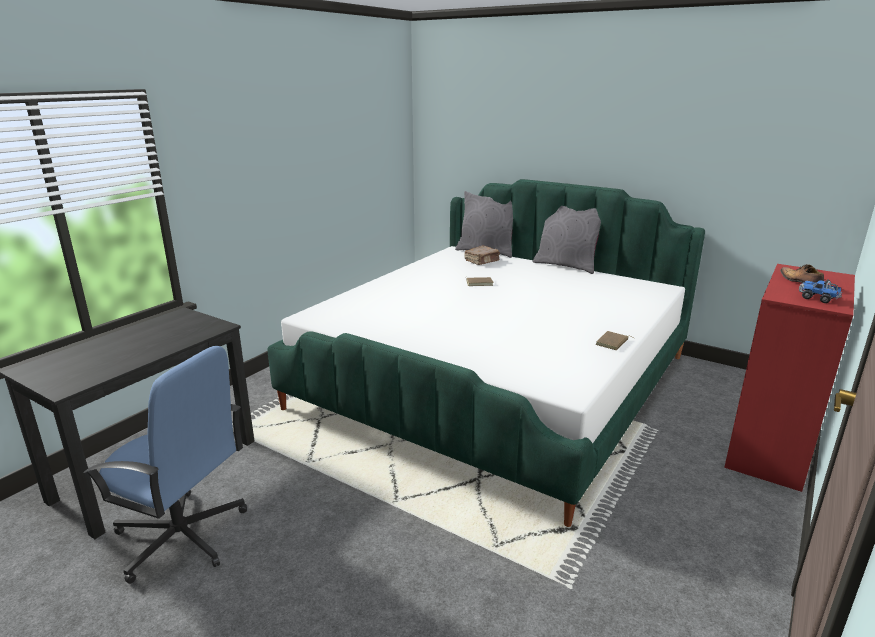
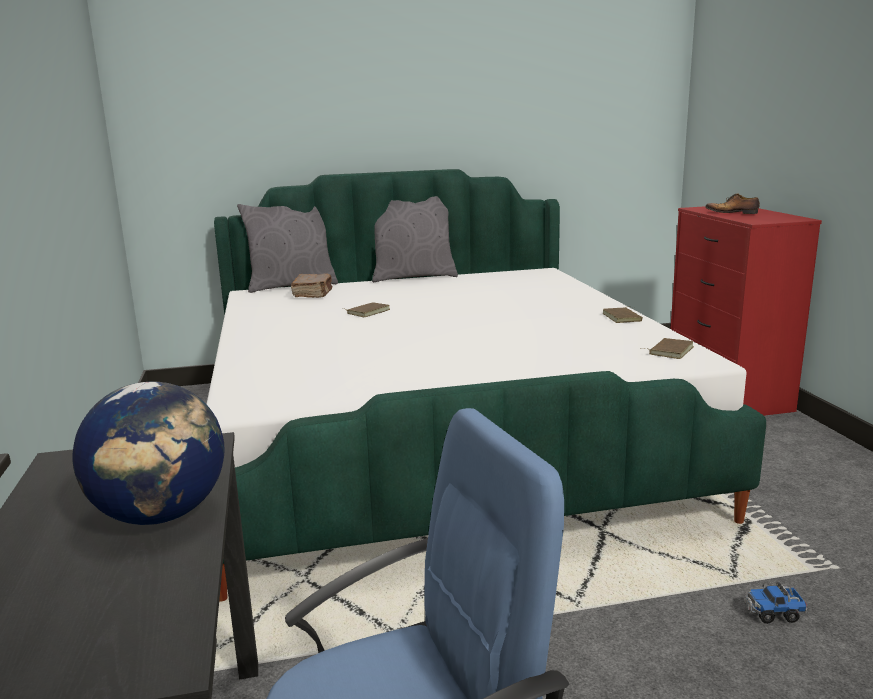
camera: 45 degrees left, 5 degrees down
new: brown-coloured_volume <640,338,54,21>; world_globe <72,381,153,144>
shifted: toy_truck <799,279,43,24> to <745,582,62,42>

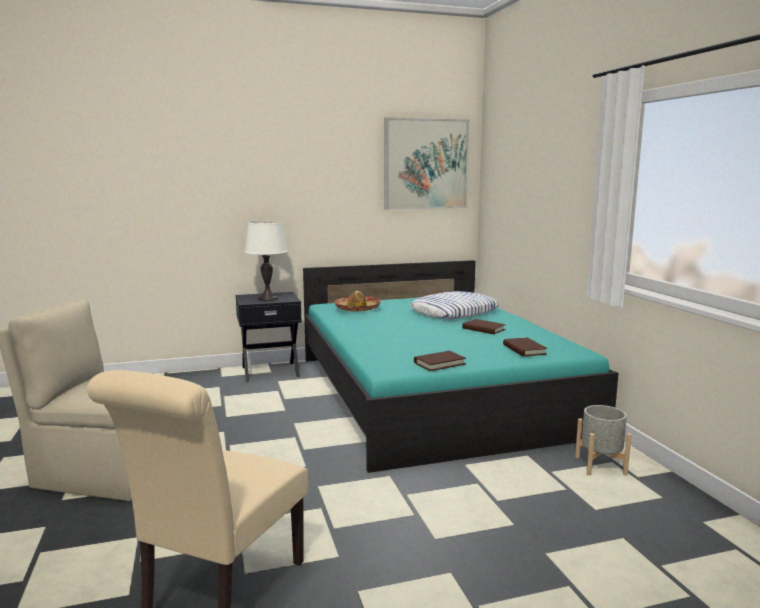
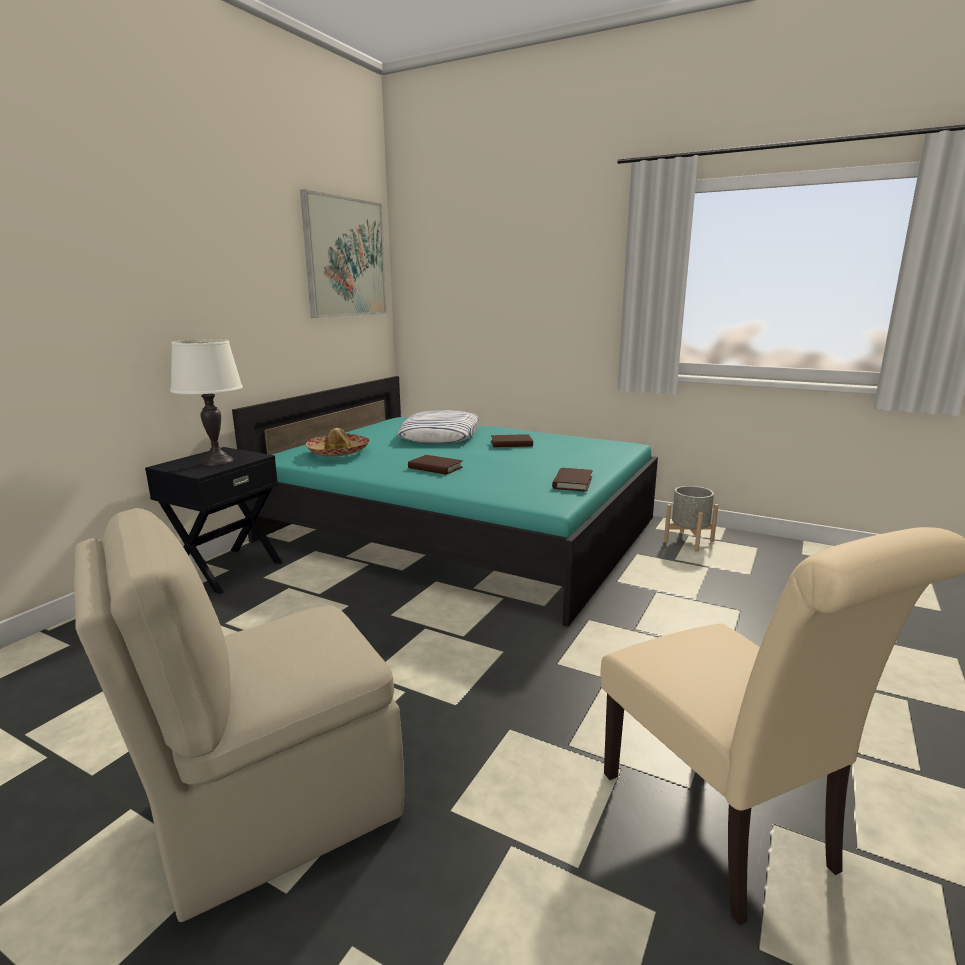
camera: 45 degrees left, 5 degrees up
shifted: brown-coloured_volume <503,337,44,19> to <408,455,55,20>

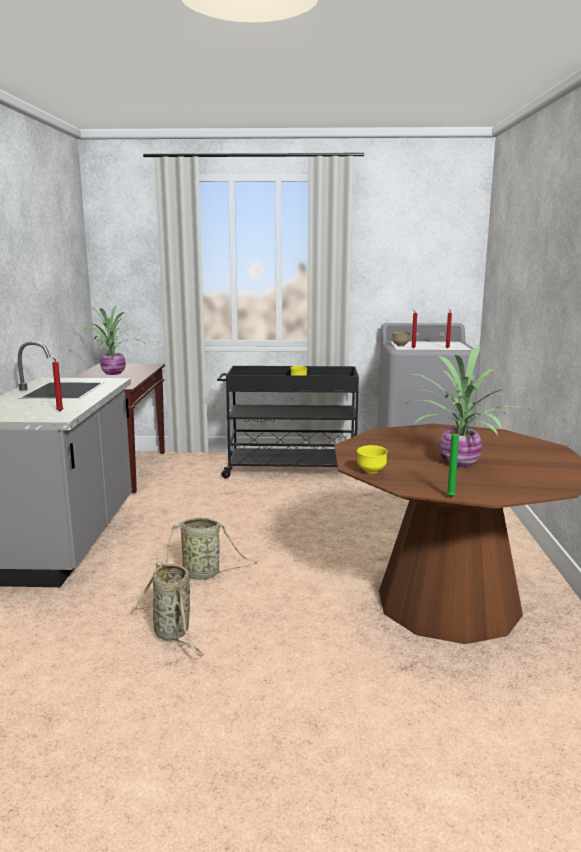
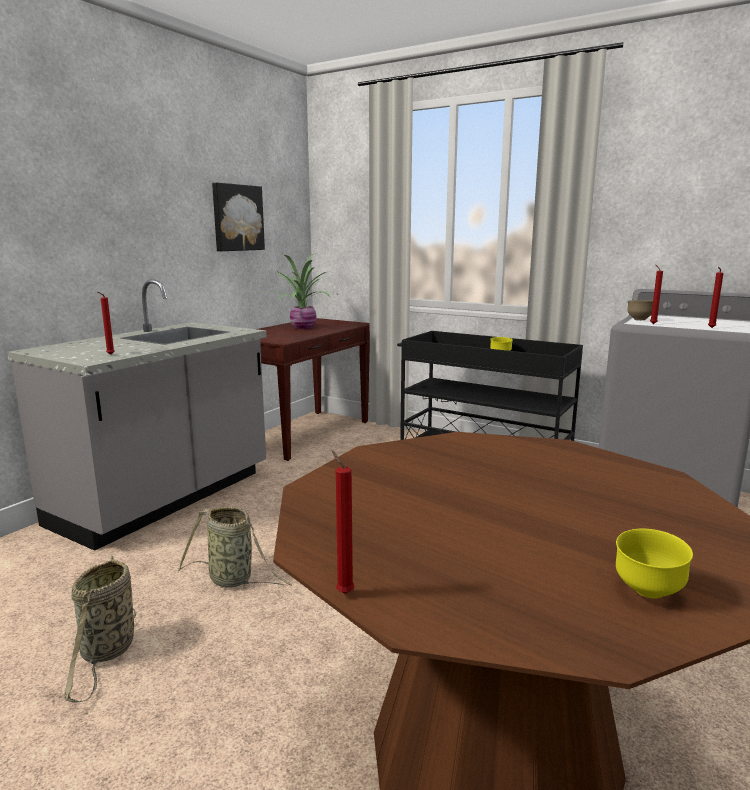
camera: 30 degrees right, 0 degrees up
gone: houseplant <406,347,125,120>
new: wall_art <212,183,53,68>
shifted: yellow-coloured_bowl <357,445,31,29> to <616,529,77,69>
repainted: green-coloured_wax_light <447,427,12,70> to red-coloured_wax_light <332,451,22,143>

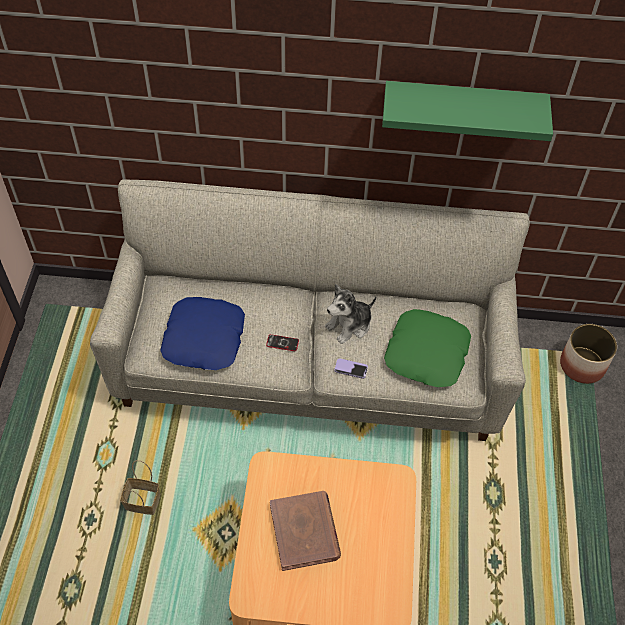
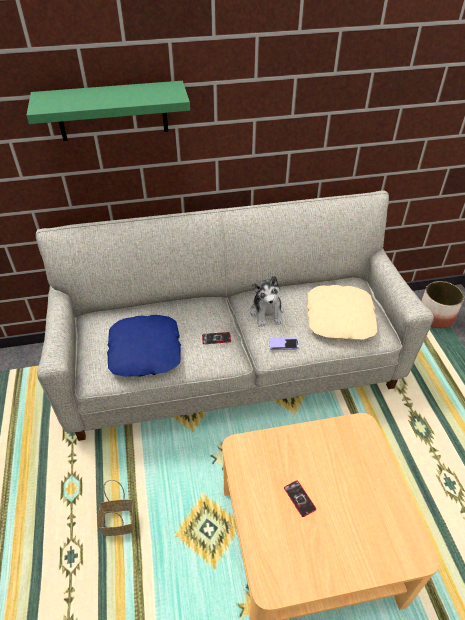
camera: 15 degrees left, 10 degrees down
shifted: green-coloured_shelf <382,81,171,60> to <26,81,164,60>
swapped: brown-coloured_volume <270,491,71,80> to phone <284,481,32,36>
repainted: green-coloured_throw_pillow <384,309,87,78> to sand-coloured_throw_pillow <307,285,70,55>
rotated: soft_toy <325,284,51,60> = <250,276,34,51> 45 degrees counterclockwise

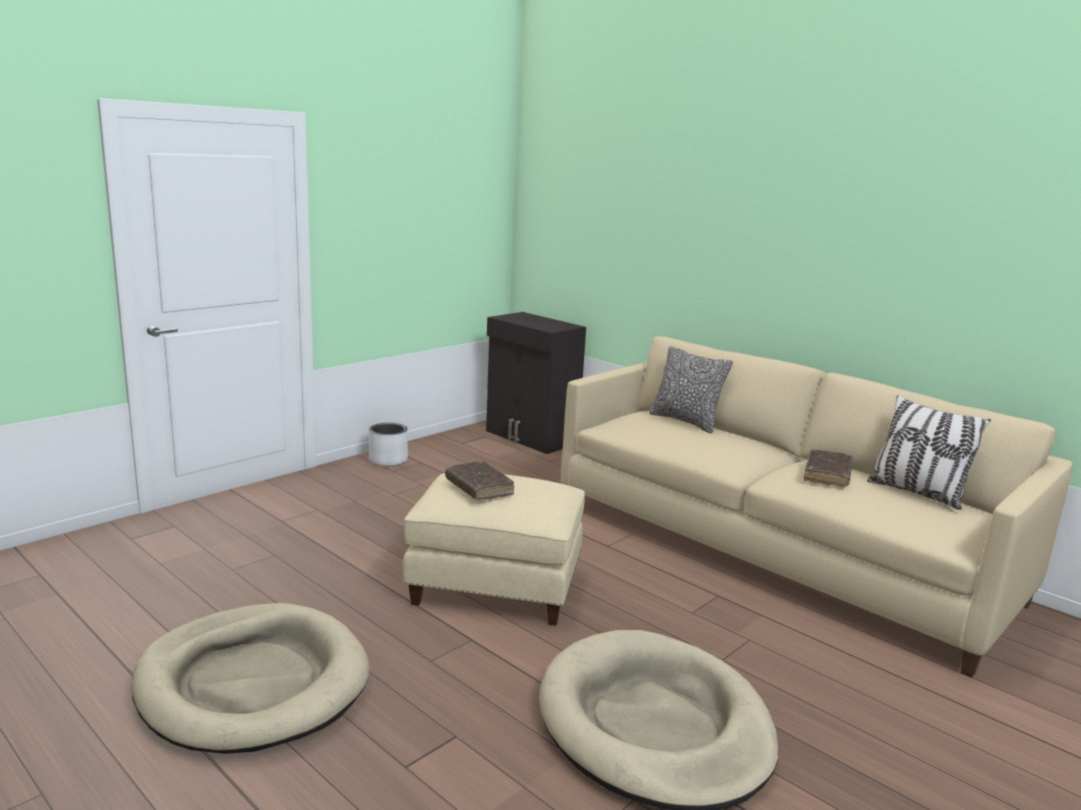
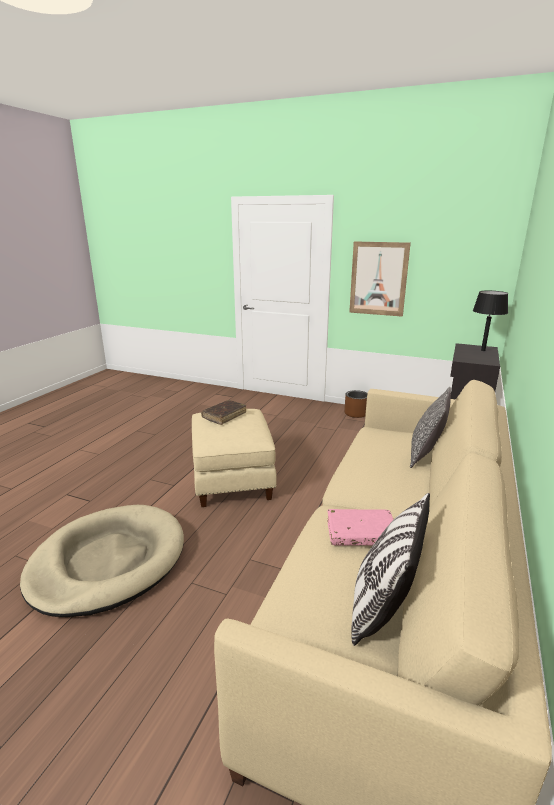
camera: 70 degrees right, 5 degrees up
gone: sand-coloured_dog_bed <131,603,239,151>
new: wall_art <349,241,62,76>; black-coloured_tabletop_lamp <473,290,35,61>
repainted: whitish_flower_pot <369,423,39,43> to brown-coloured_flower_pot <344,390,23,28>; brown-coloured_volume <804,449,49,38> to pink-coloured_volume <327,509,66,37>

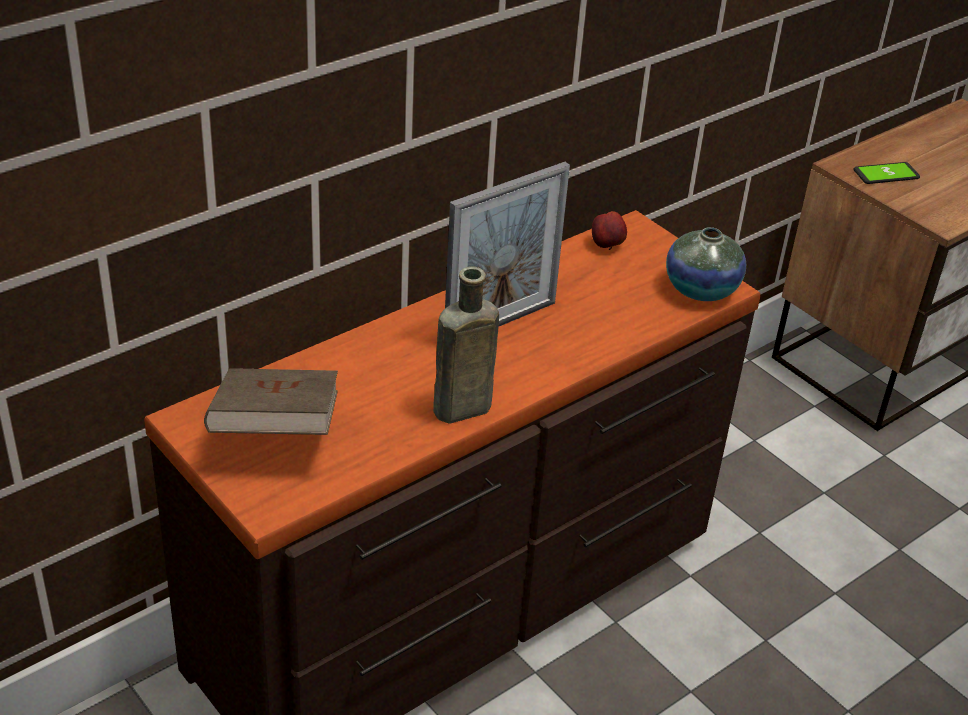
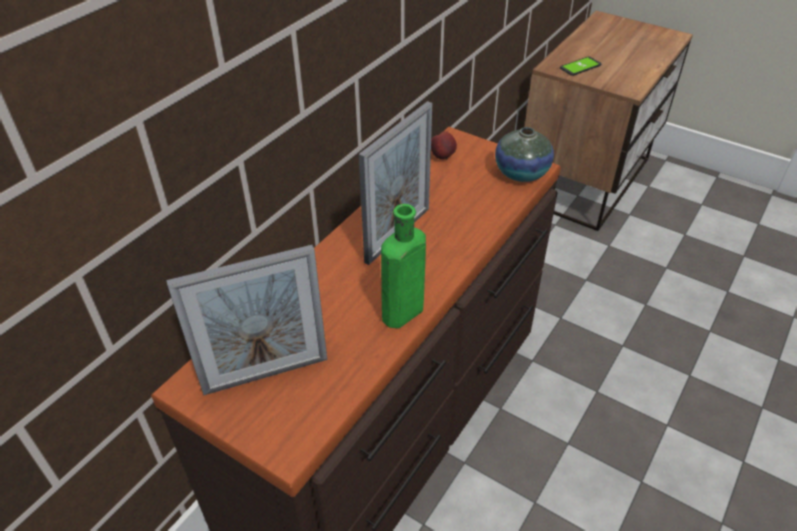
camera: 15 degrees left, 5 degrees up
swapped: brown-coloured_volume <204,368,134,67> to photo_frame <166,245,161,150>
repainted: brown-coloured_bottle <433,267,66,157> to green-coloured_bottle <381,204,45,124>

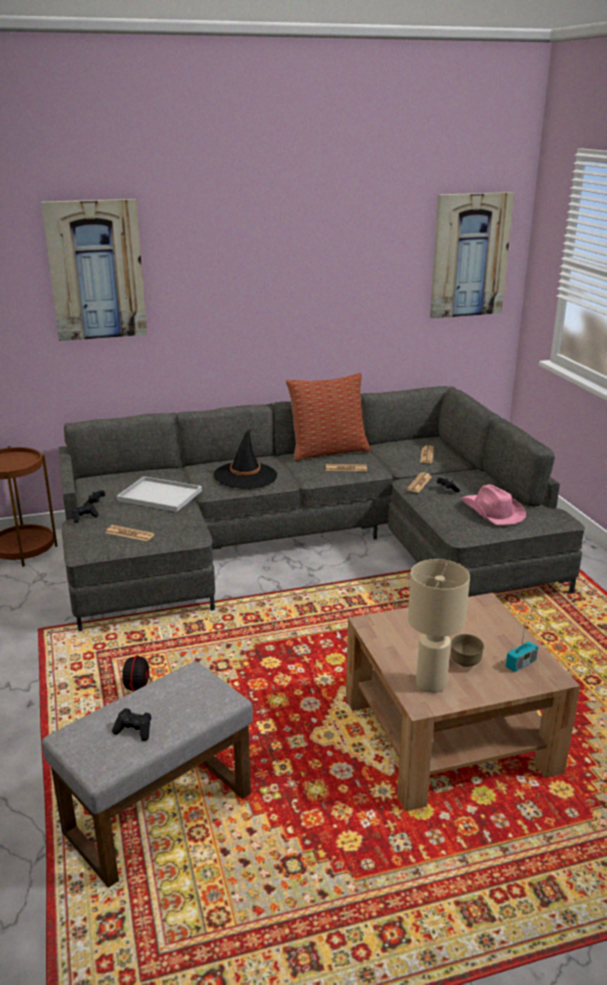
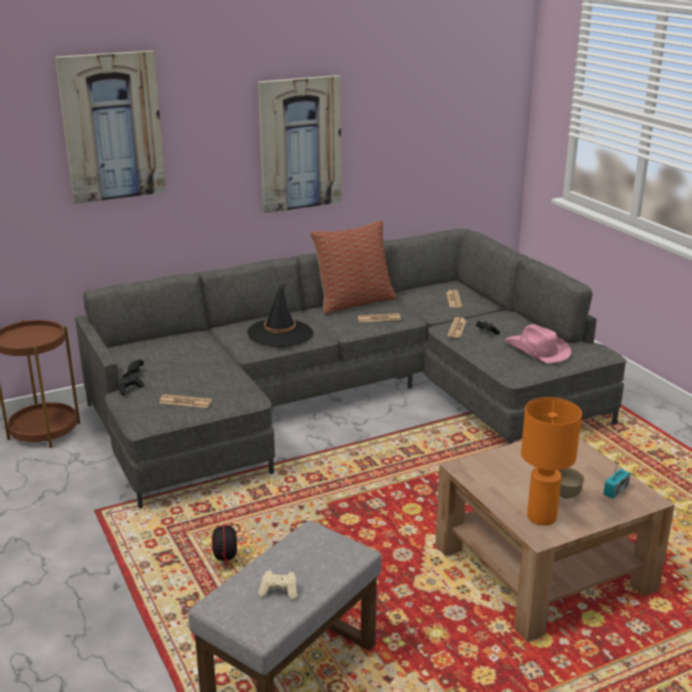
camera: 10 degrees left, 0 degrees up
gone: whitish_tray <116,476,86,36>
shifted: wall_art <430,192,84,126> to <258,75,83,138>
repainted: sand-coloured_tabletop_lamp <408,559,62,134> to orange_tabletop_lamp <521,397,61,128>; black-coloured_gamepad <112,708,40,33> to sand-coloured_gamepad <258,571,39,29>

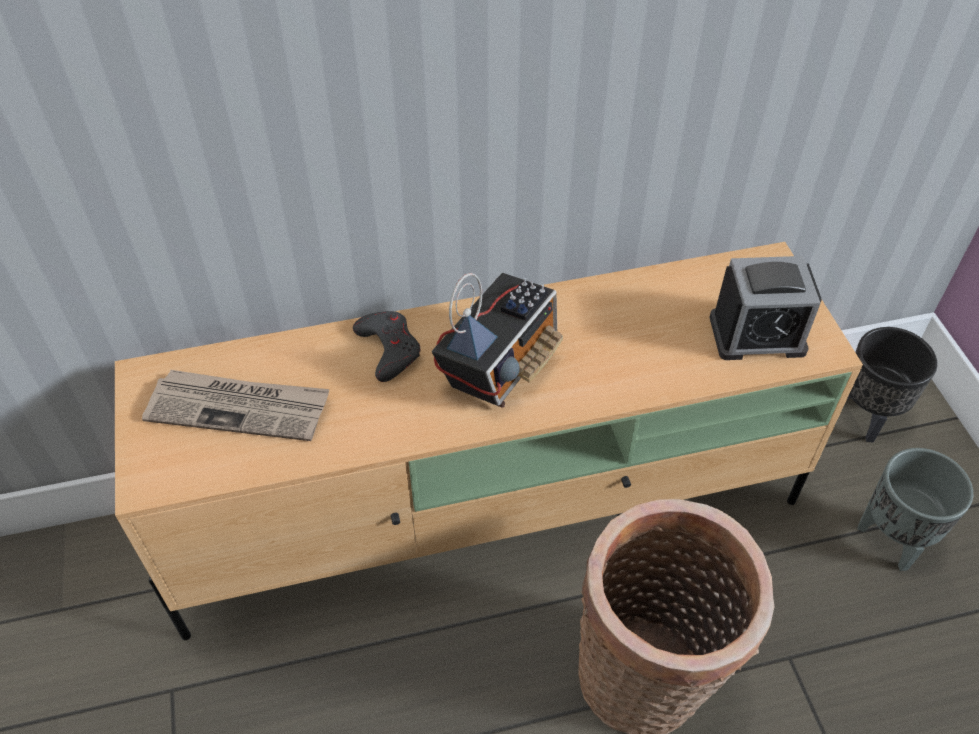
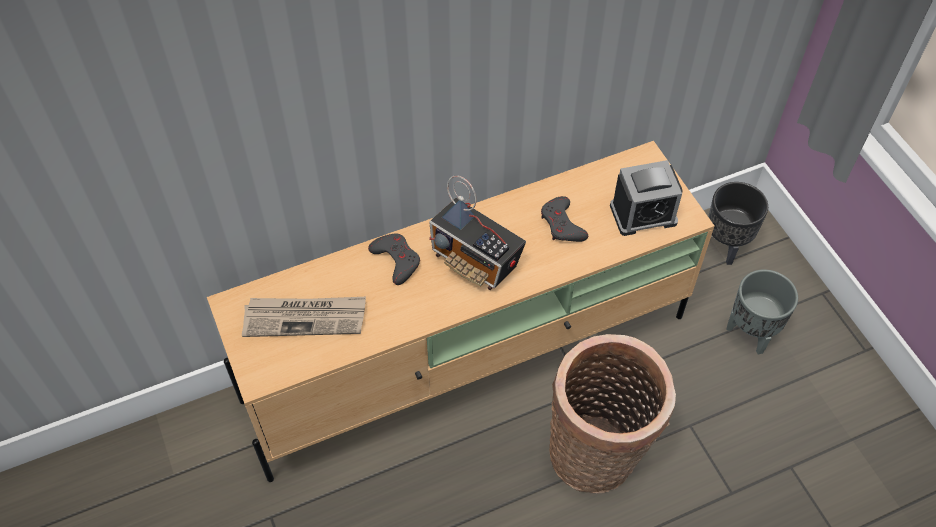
camera: 10 degrees left, 5 degrees up
new: grey_gamepad <541,196,47,46>
rotated: radio <432,273,131,135> = <429,175,97,115> 105 degrees clockwise

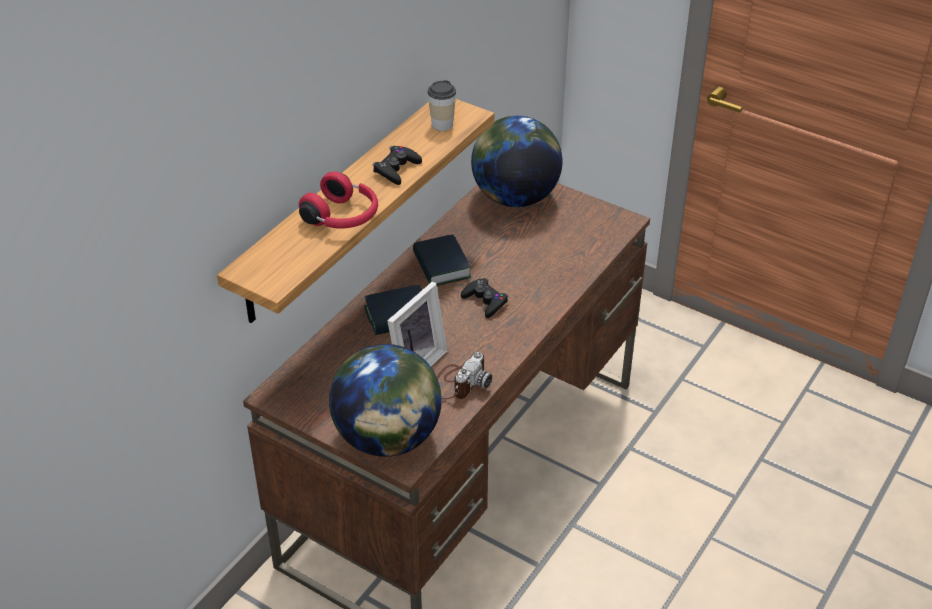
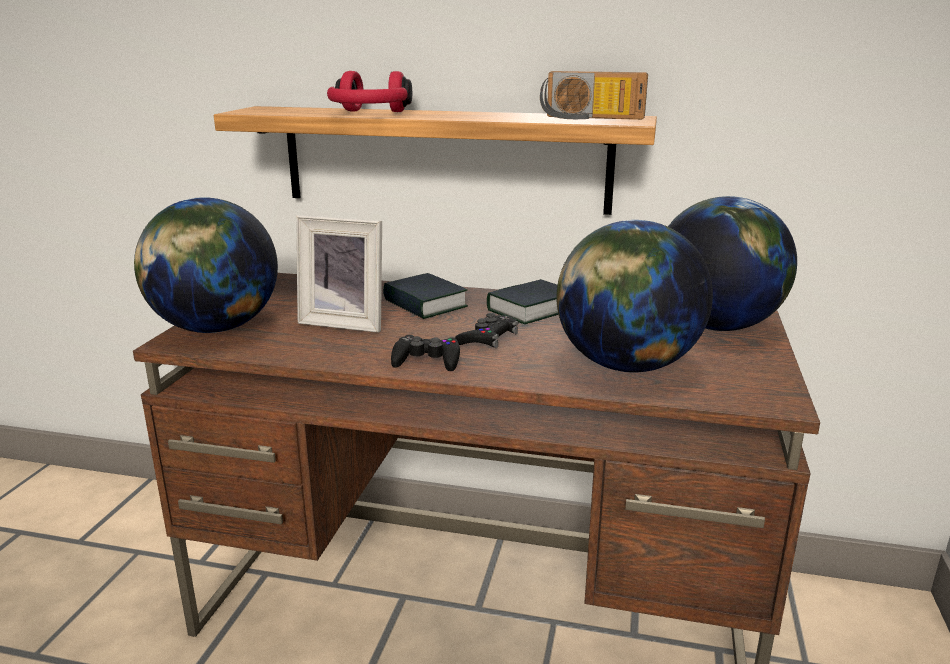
camera: 70 degrees right, 20 degrees down
gone: still_camera <437,352,55,48>
new: world_globe <557,220,156,152>
shifted: black-coloured_gamepad <373,146,49,39> to <391,335,69,36>
swapped: small_cup <428,80,28,51> to radio <540,71,108,49>

